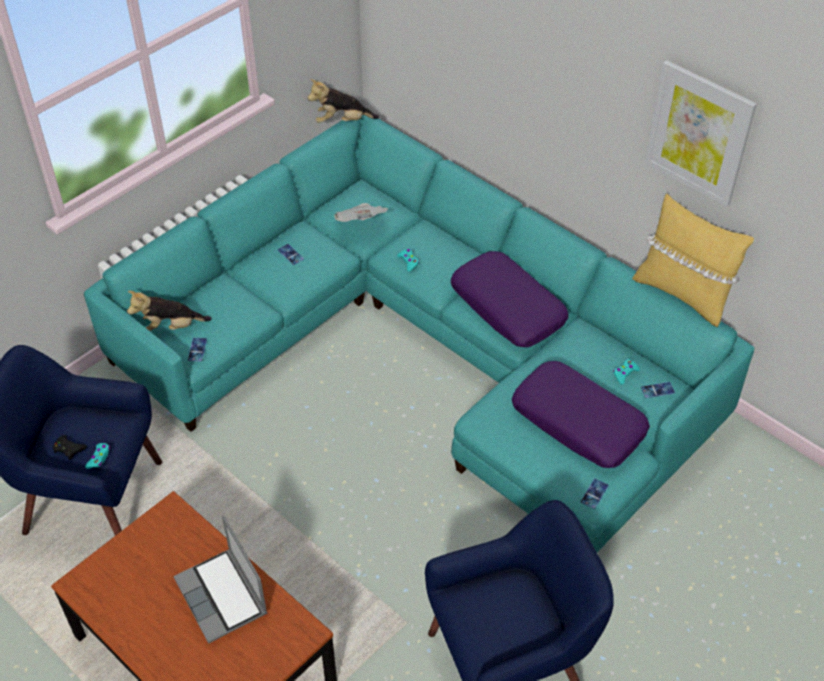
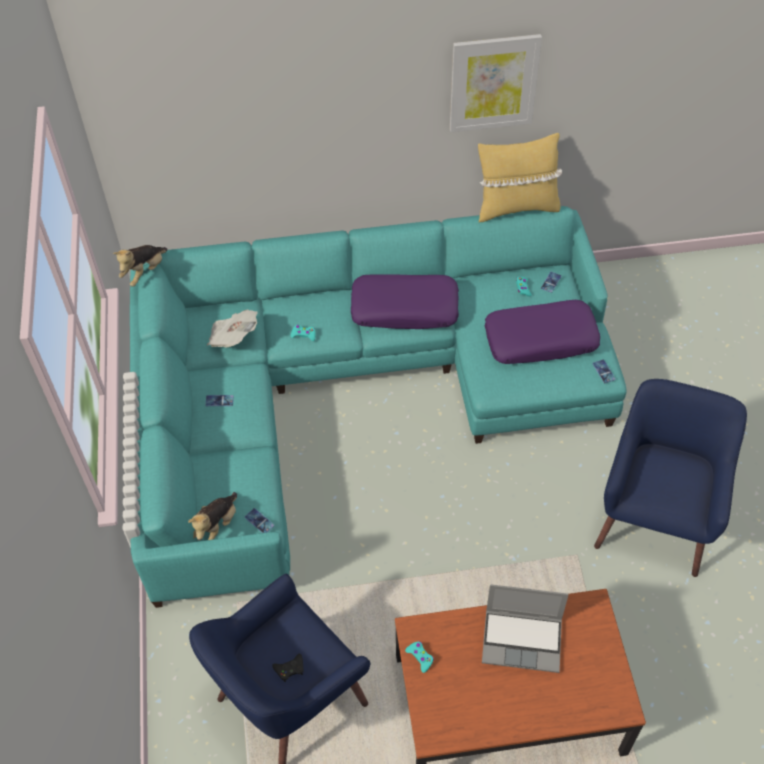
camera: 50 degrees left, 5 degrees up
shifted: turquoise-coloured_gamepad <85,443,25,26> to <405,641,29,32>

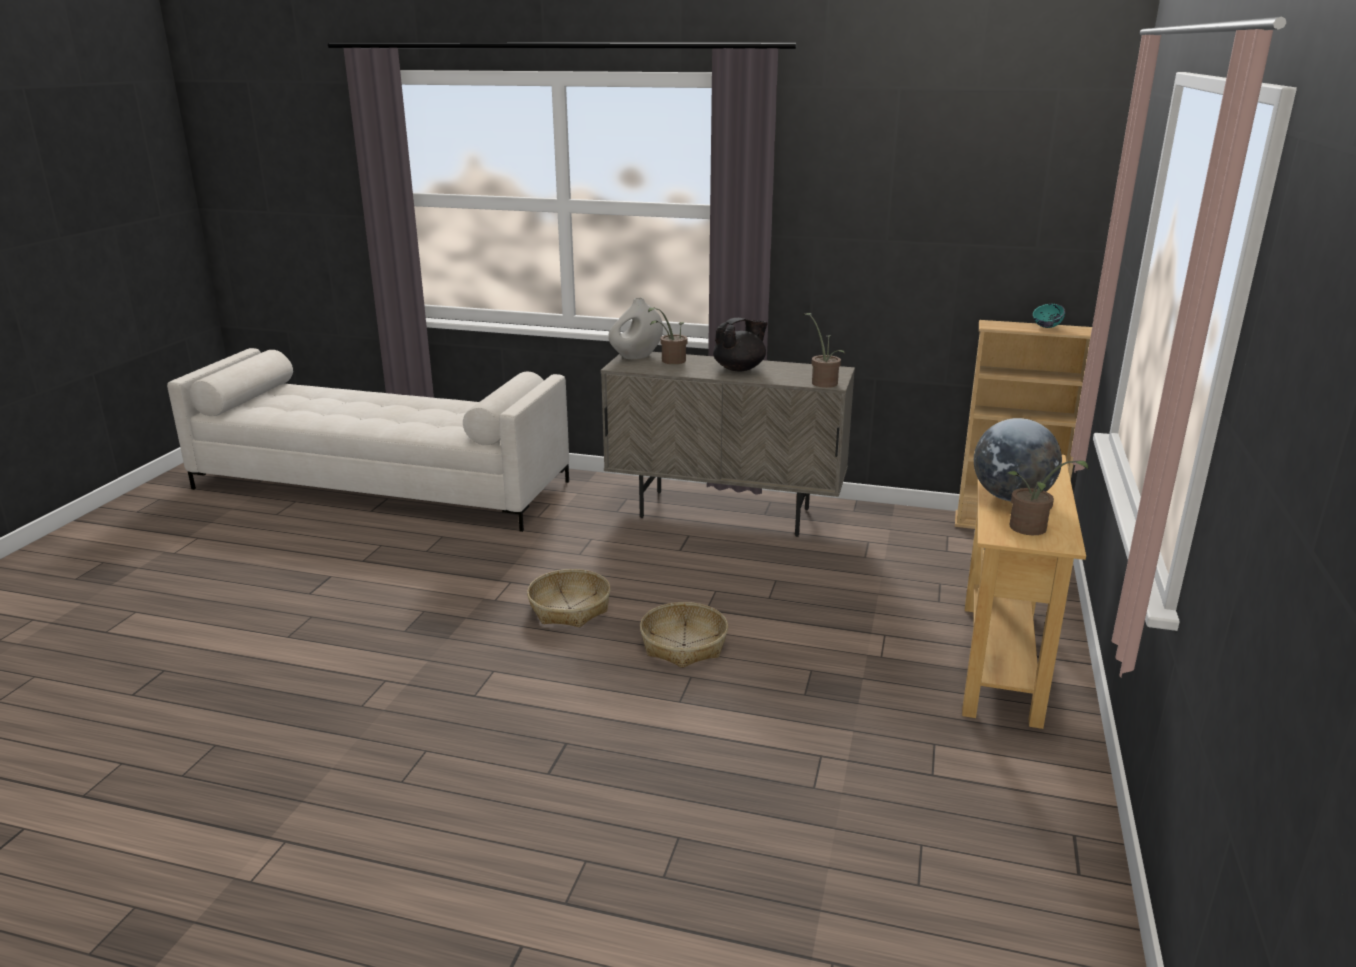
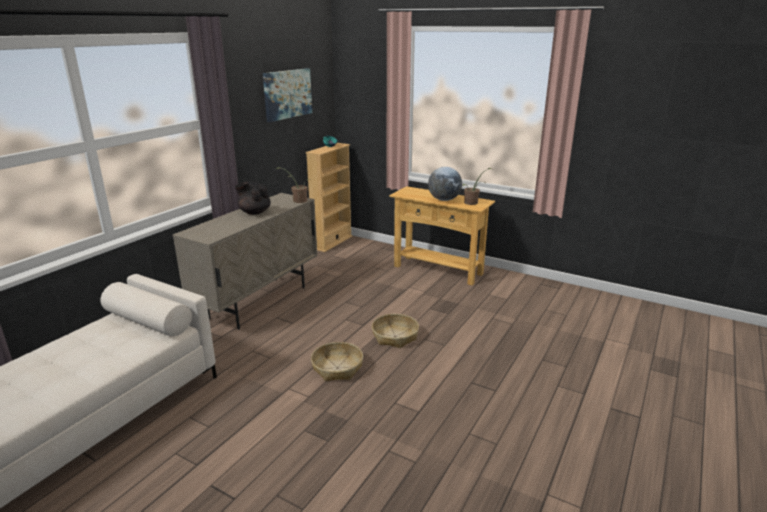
camera: 75 degrees left, 0 degrees up
gone: whitish_decorative_vase <608,298,55,62>; houseplant <648,308,39,56>
new: wall_art <263,68,49,54>
rotated: black-coloured_pot_for_tea <713,318,55,53> = <235,182,36,33> 45 degrees counterclockwise

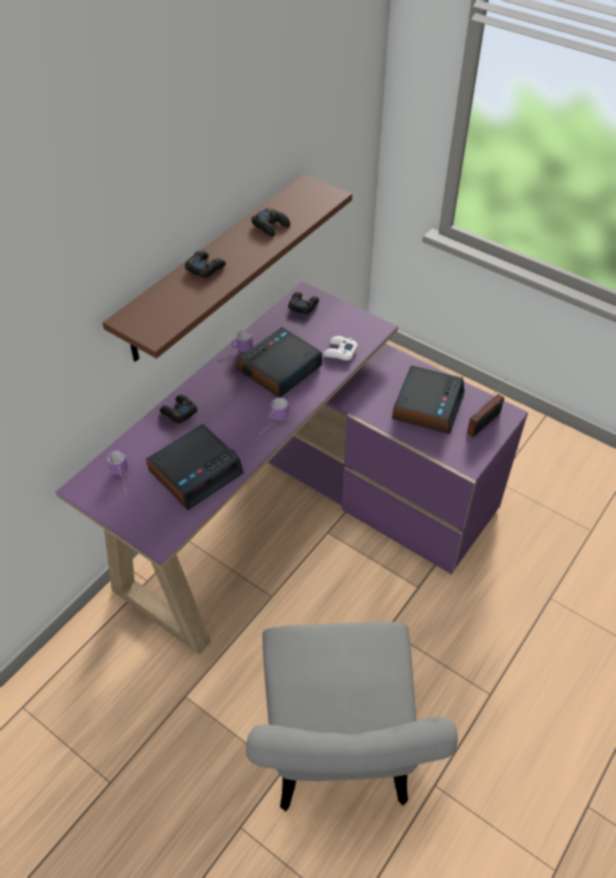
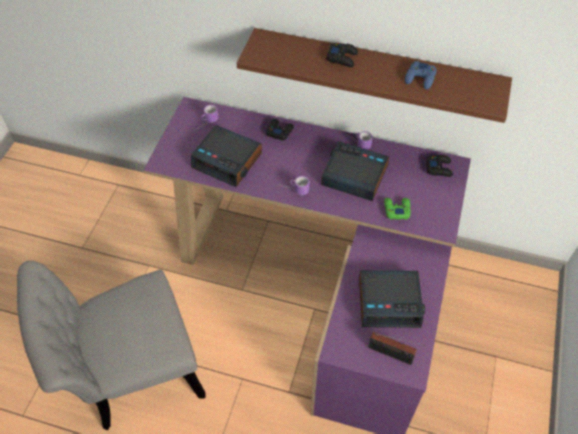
camera: 70 degrees right, 5 degrees up
repainted: black-coloured_gamepad <252,208,38,29> to blue-coloured_gamepad <405,61,32,29>; whitish_gamepad <323,336,35,25> to green-coloured_gamepad <384,198,27,22>

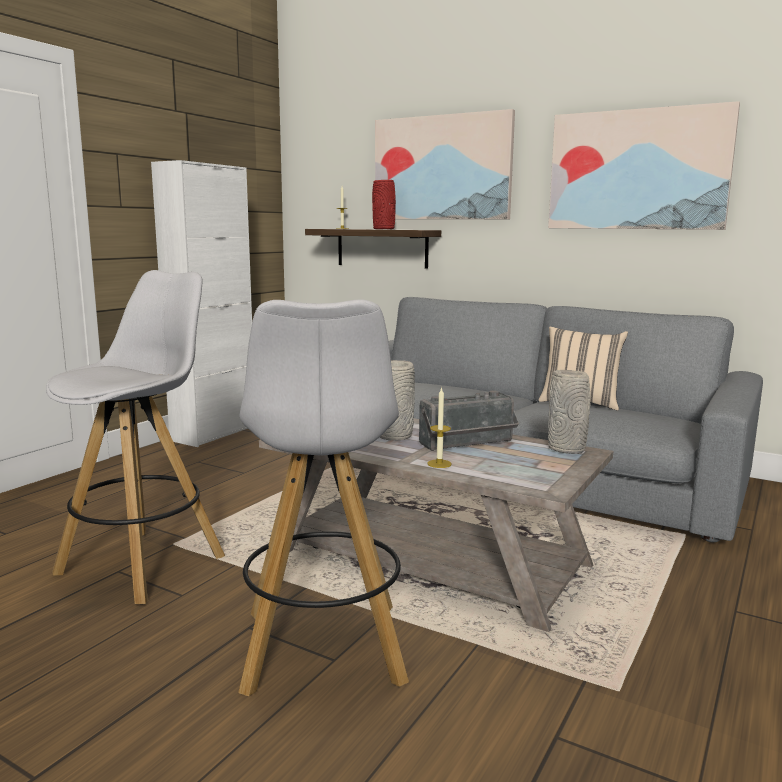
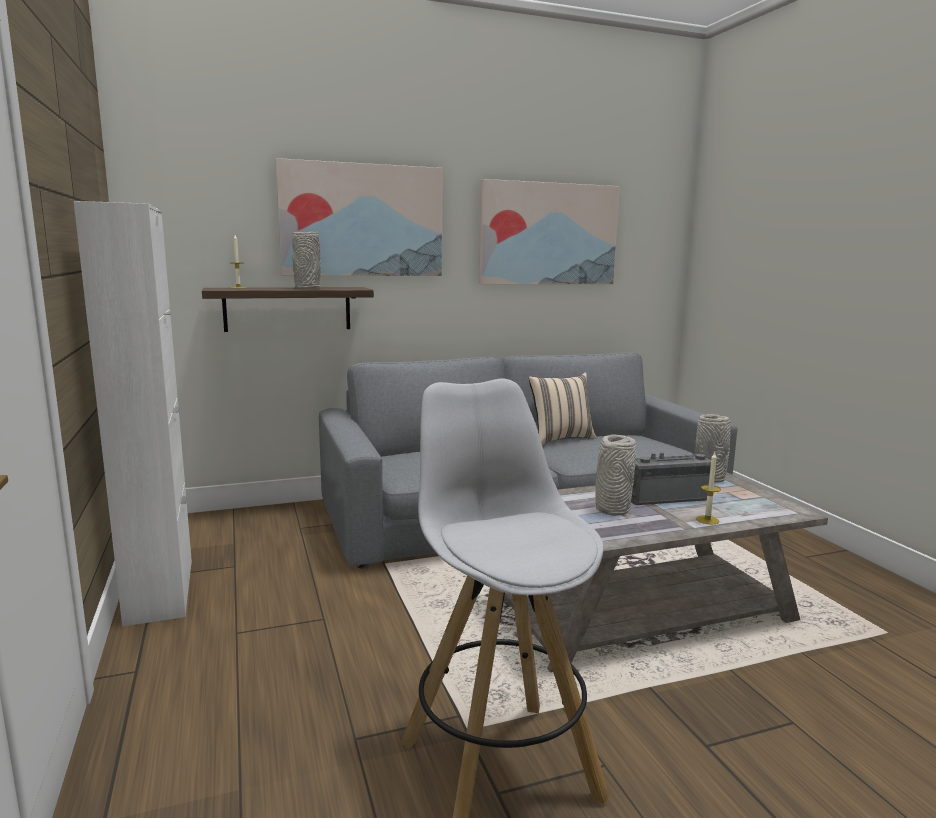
camera: 50 degrees left, 0 degrees up
gone: whitish_sitting_stool <238,299,171,397>
repainted: red-coloured_decorative_vase <372,180,24,49> to grey_decorative_vase <292,232,29,57>
rotated: radio <419,391,100,60> = <631,452,85,53> 120 degrees counterclockwise

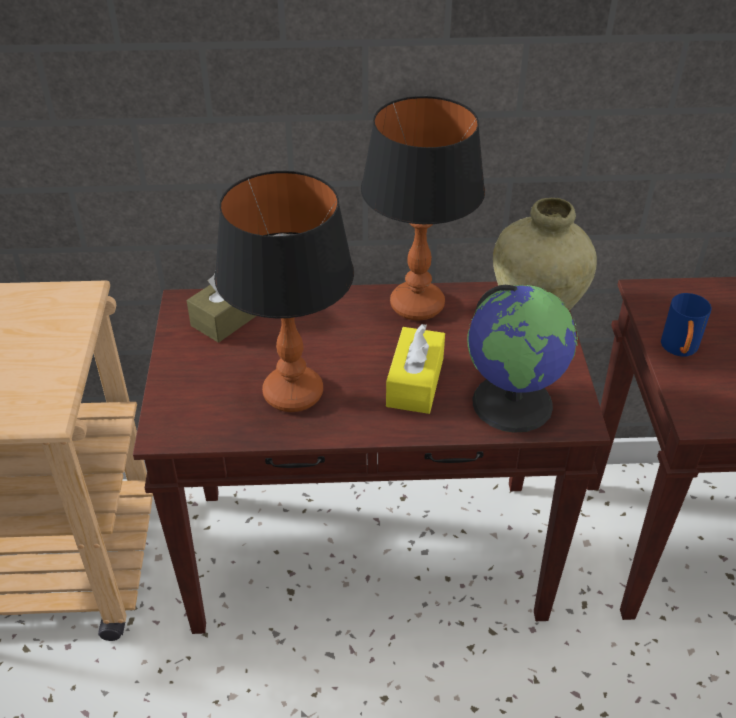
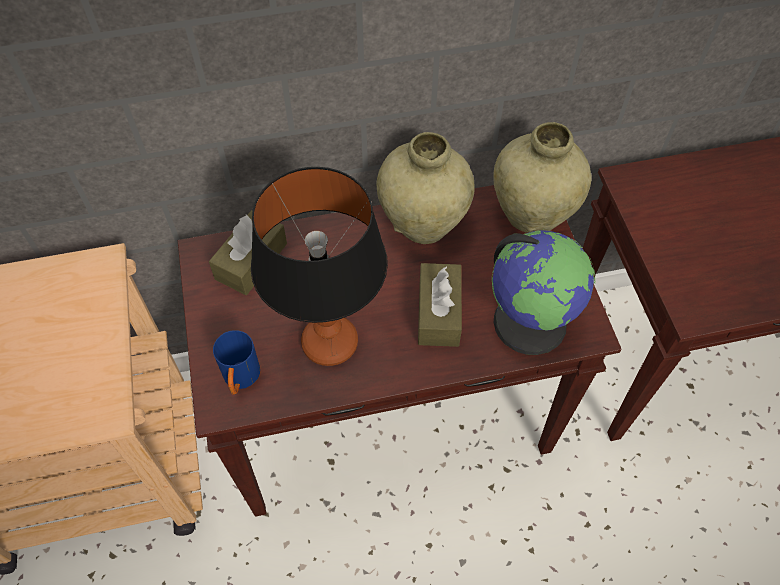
camera: 10 degrees left, 15 degrees up
shifted: blue-coloured_coffee_mug <661,293,51,63> to <213,330,47,65>
swapped: tabletop_lamp <361,96,124,224> to sand-coloured_decorative_vase <376,132,99,112>
repainted: yellow-coloured_tissue_box <386,324,59,90> to brown-coloured_tissue_box <418,263,44,84>

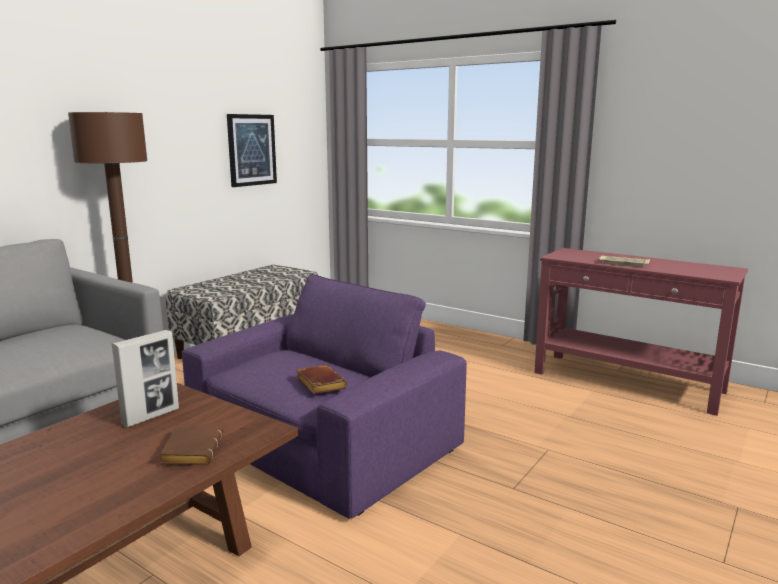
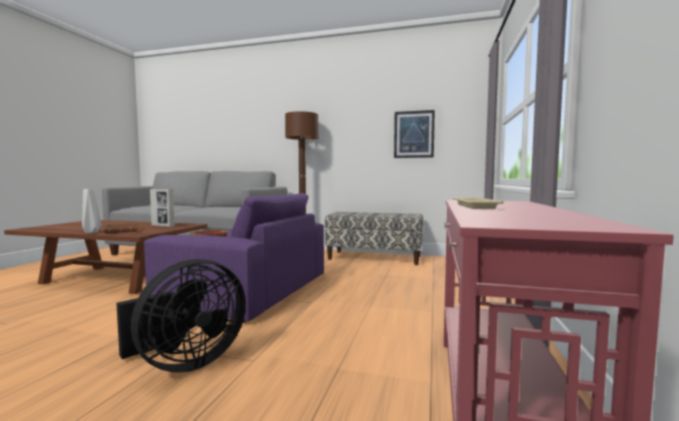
camera: 70 degrees right, 10 degrees down
new: grey_decorative_vase <82,189,19,44>; black-coloured_fan <116,259,130,114>

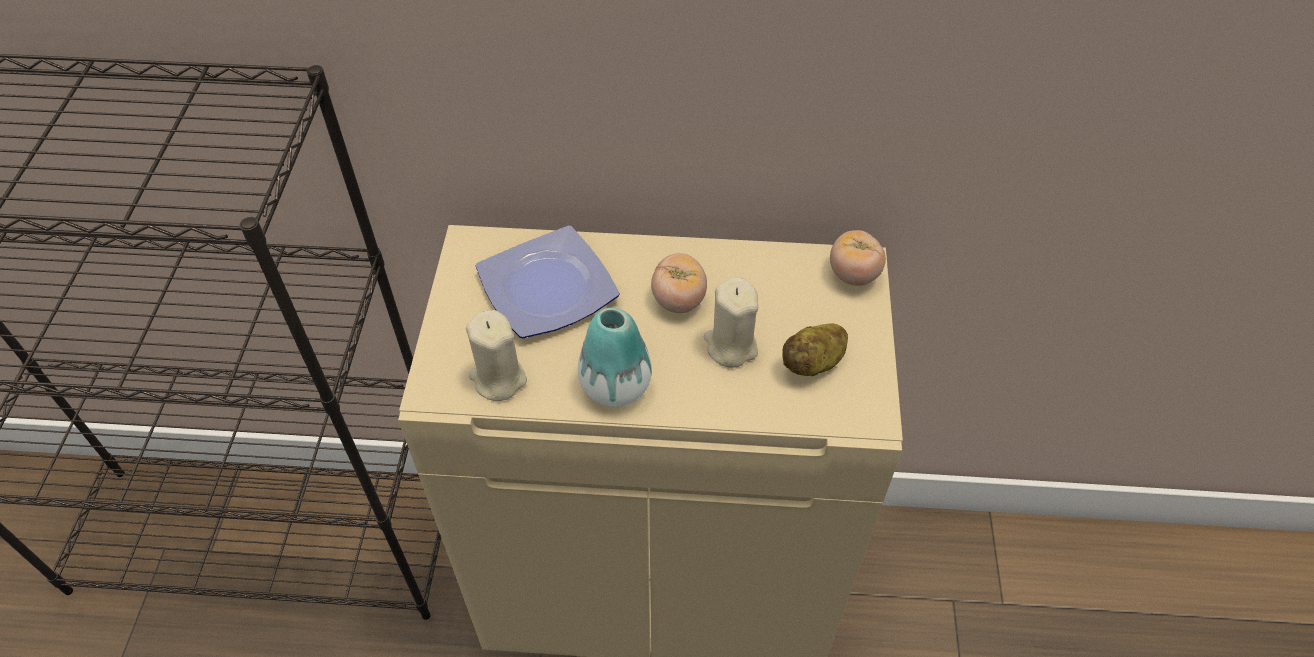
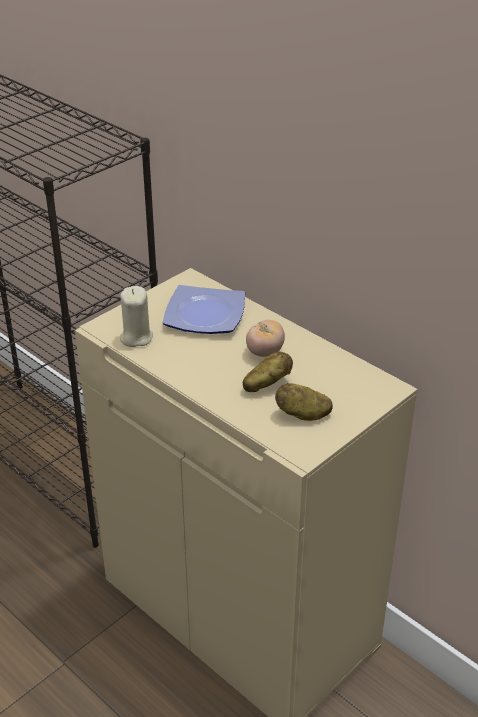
camera: 40 degrees right, 15 degrees down
gone: tomato <830,230,56,56>; decorative_vase <578,308,74,99>
swapped: sand-coloured_wax_light <704,277,54,91> to potato <243,352,50,40>

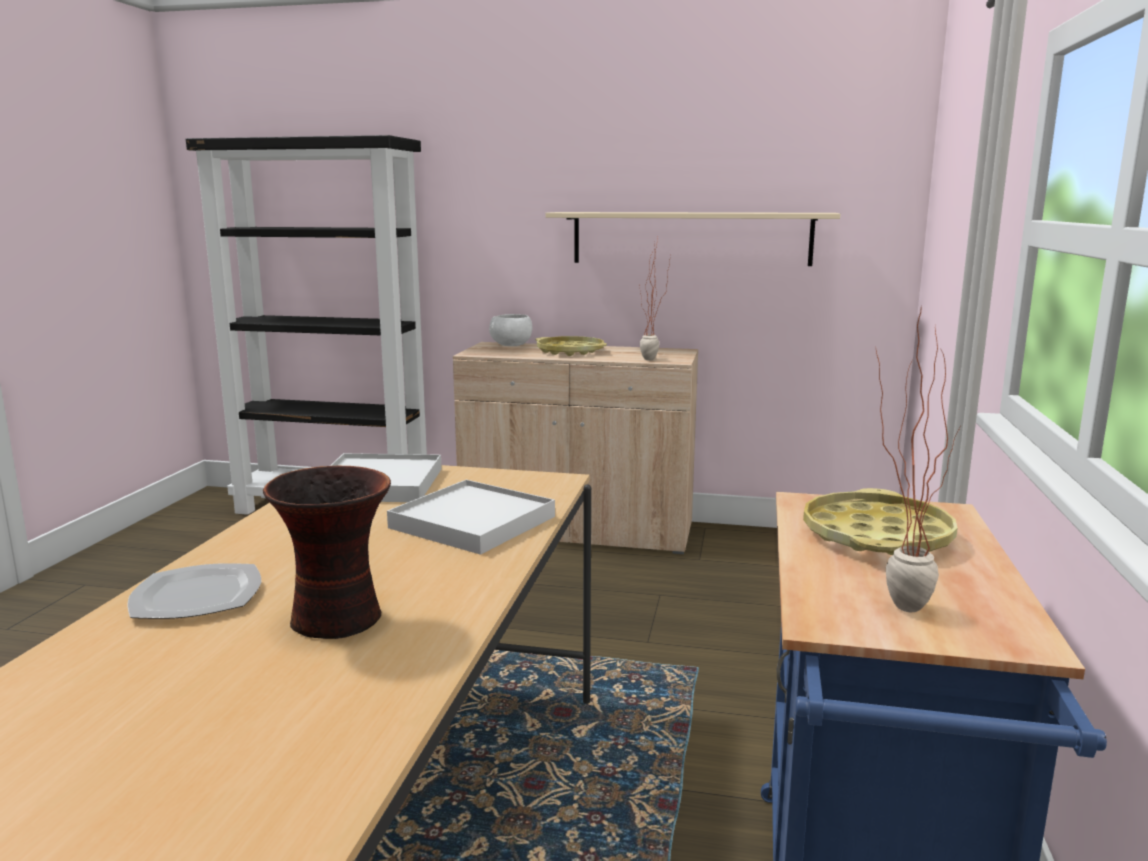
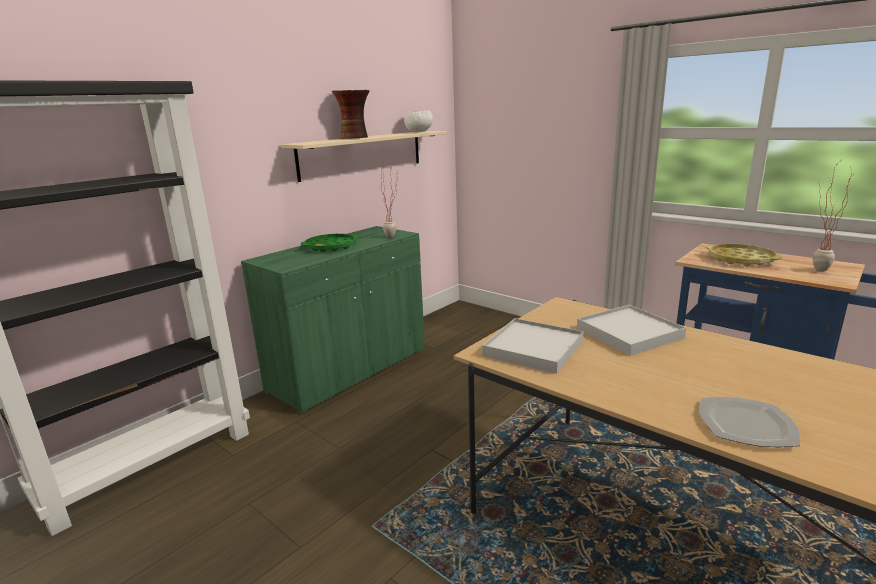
camera: 60 degrees left, 5 degrees up
shifted: whitish_bowl <489,314,43,32> to <404,111,29,21>; decorative_vase <263,466,128,173> to <332,90,37,49>
repainted: yellow-coloured_tray <535,336,72,20> to green-coloured_tray <300,234,59,18>; sand-coloured_storage_cabinet <453,342,245,212> to green-coloured_storage_cabinet <241,226,184,188>

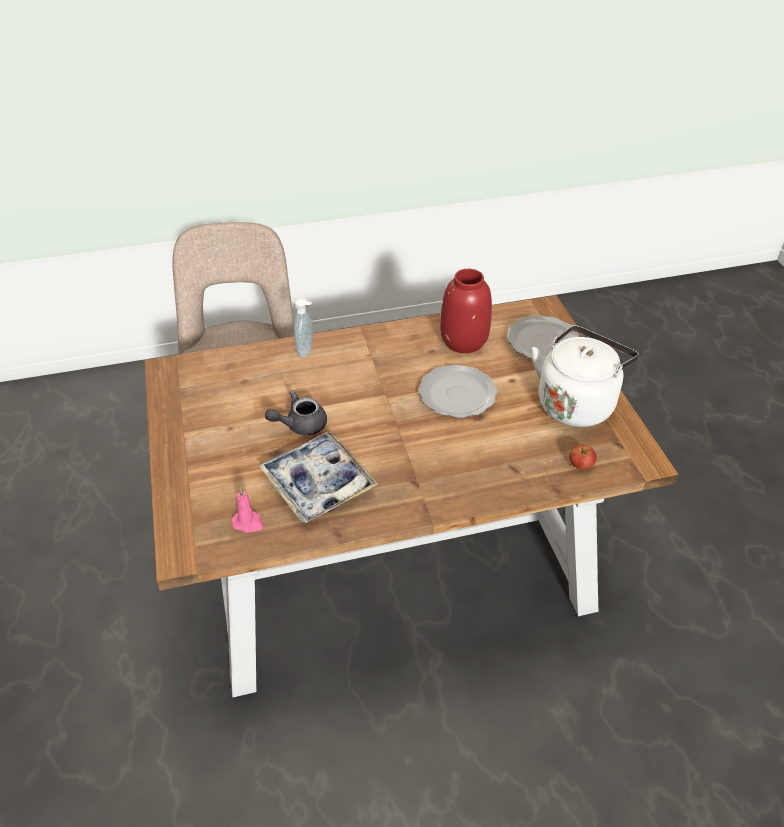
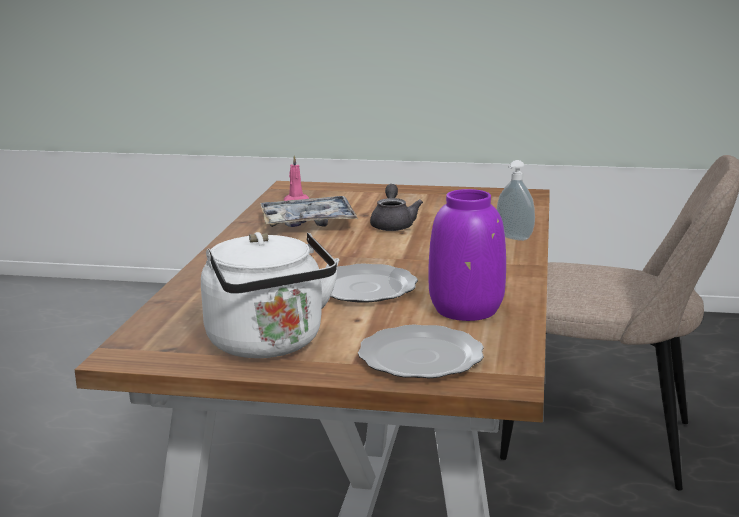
camera: 115 degrees right, 25 degrees down
gone: whole_apple <569,444,28,26>
repainted: red-coloured_decorative_vase <440,269,52,84> to purple-coloured_decorative_vase <428,189,78,132>

